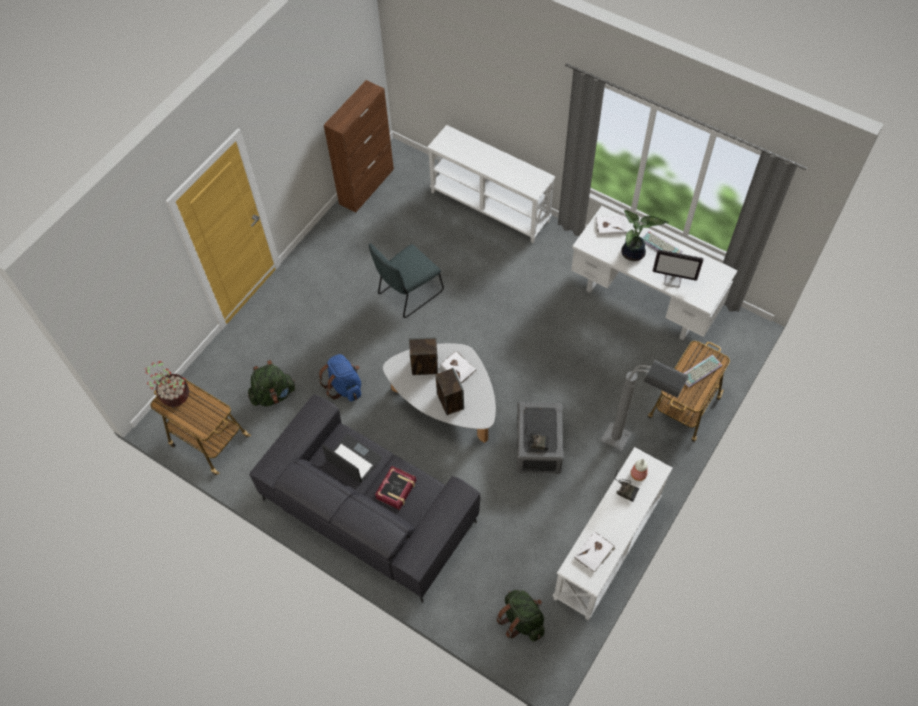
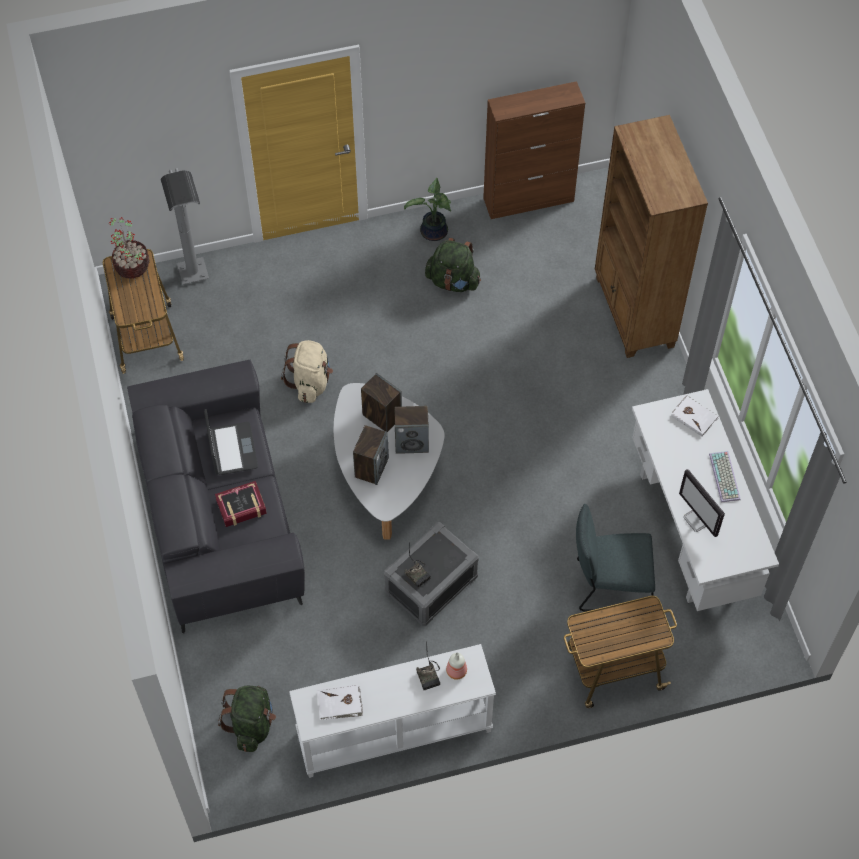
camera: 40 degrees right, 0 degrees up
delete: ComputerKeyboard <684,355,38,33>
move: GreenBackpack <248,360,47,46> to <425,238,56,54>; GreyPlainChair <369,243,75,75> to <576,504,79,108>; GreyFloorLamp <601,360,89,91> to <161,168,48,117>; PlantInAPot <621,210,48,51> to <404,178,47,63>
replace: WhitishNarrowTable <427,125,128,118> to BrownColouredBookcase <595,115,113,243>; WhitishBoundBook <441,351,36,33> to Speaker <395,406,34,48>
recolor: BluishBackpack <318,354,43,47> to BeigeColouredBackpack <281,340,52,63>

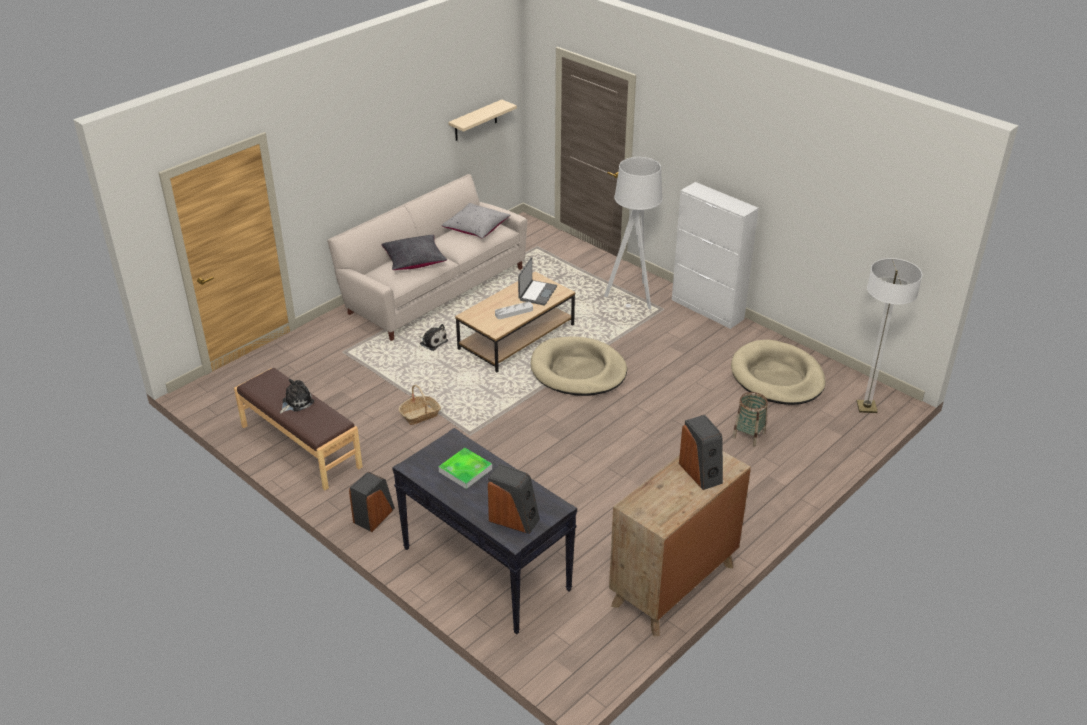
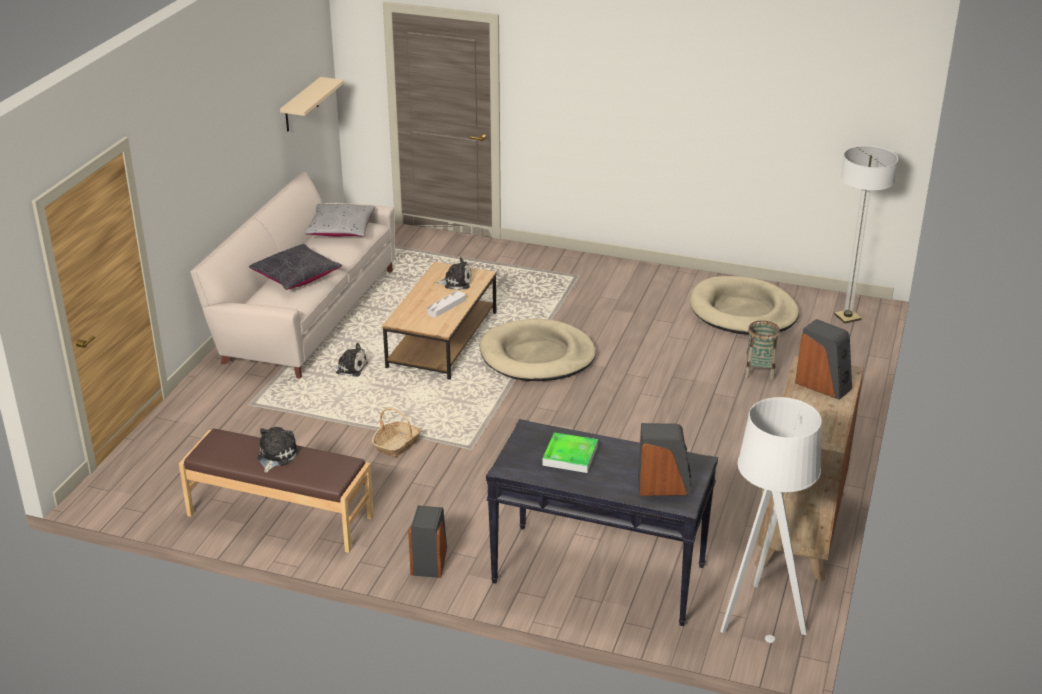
camera: 25 degrees left, 5 degrees down
delete: WhitishStorageCabinet <672,182,87,147>
move: GreyFloorLamp <604,157,59,152> to <720,397,102,246>
replace: NotebookComputer <518,258,39,48> to CuddlyToy <434,257,38,33>

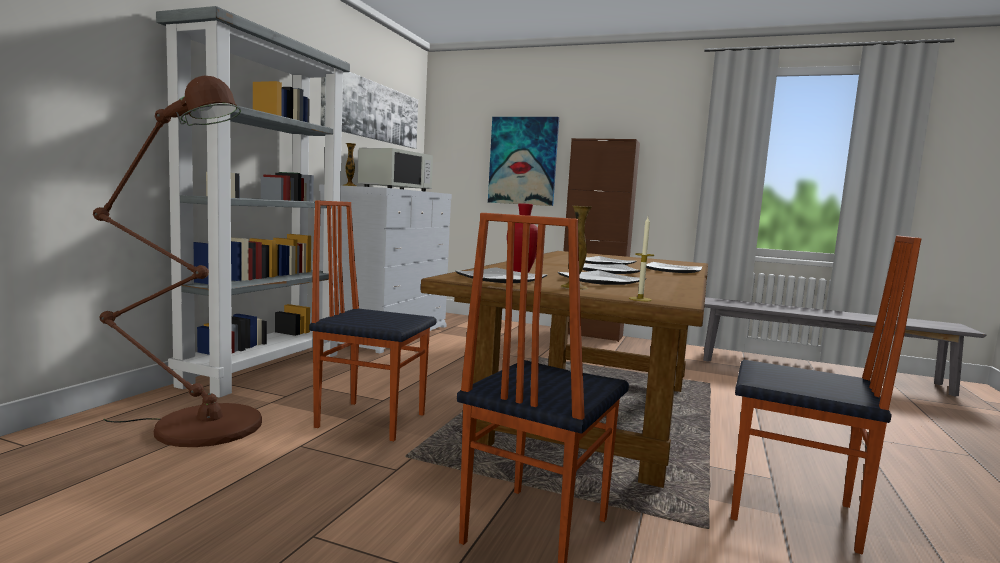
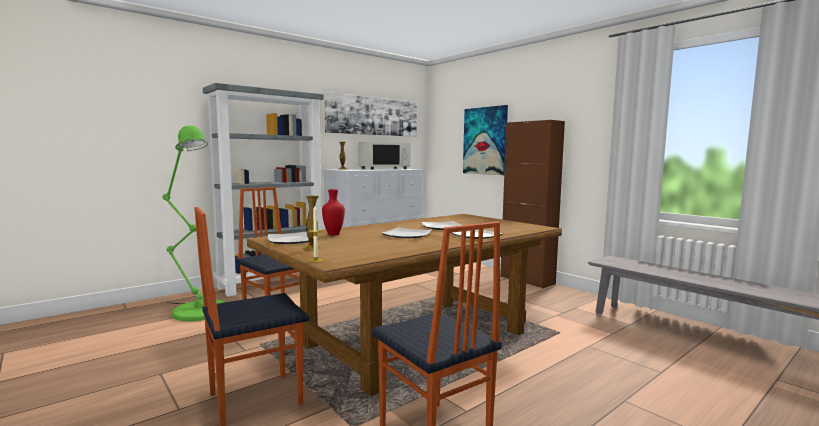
camera: 30 degrees right, 0 degrees up
delete: FlatDish <558,270,88,15>
recolor: BrownColouredFloorLamp <93,76,169,371> to GreenFloorLamp <163,125,62,196>

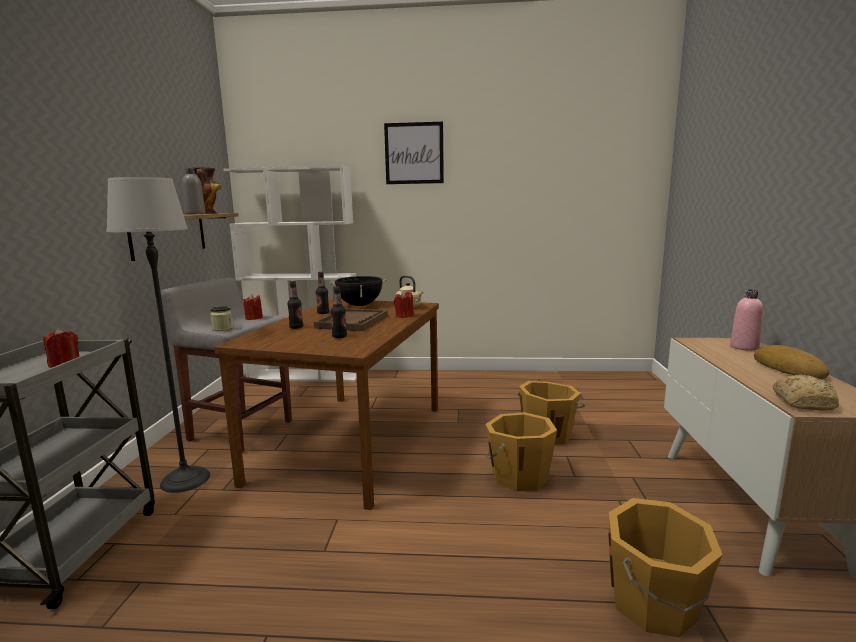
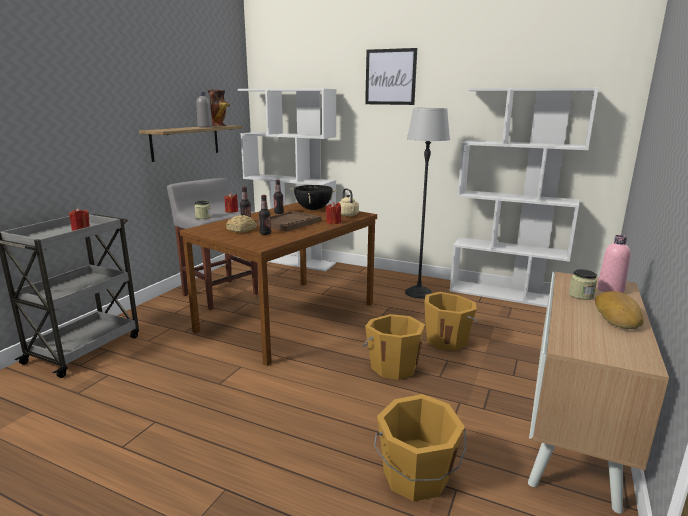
camera: 20 degrees right, 5 degrees up
insert: WhitishBookcase <450,88,149,219>; Jar <569,269,28,31>
move: FloorLamp <107,177,103,316> to <405,108,45,191>; Bread <773,374,66,36> to <226,215,31,18>

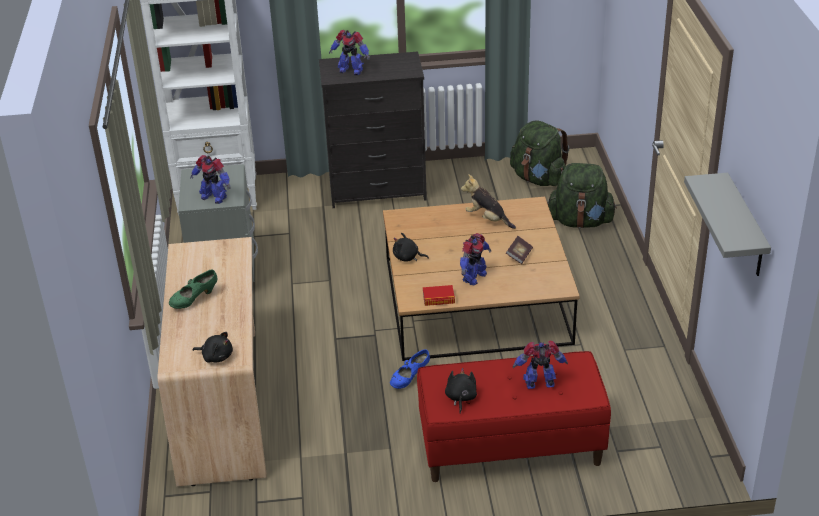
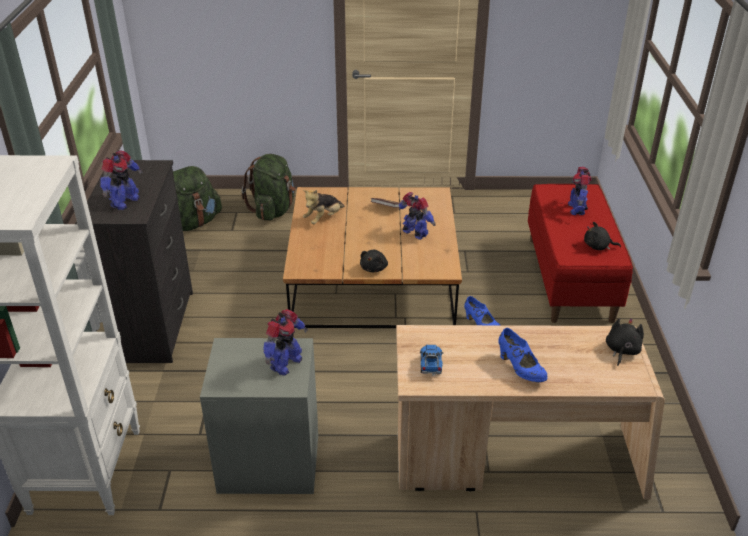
camera: 85 degrees left, 0 degrees up
delete: BoundBook <423,285,32,21>; GreyShelf <684,173,87,103>
insert: ToyLorry <420,345,23,30>
recolor: GreenLowShoe <169,269,48,40> to BluishLowShoe <498,328,49,54>

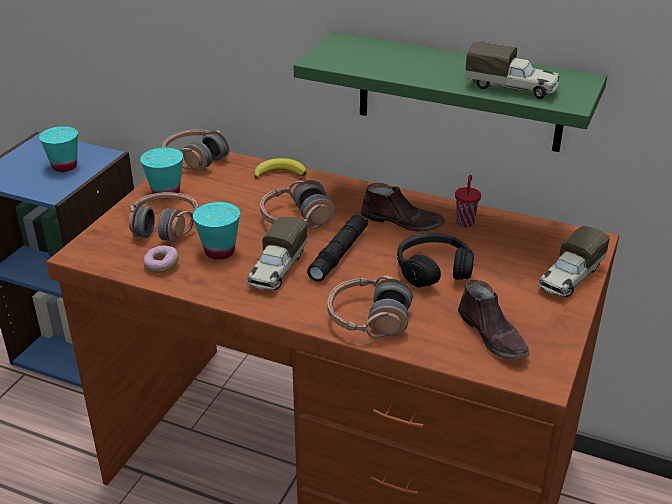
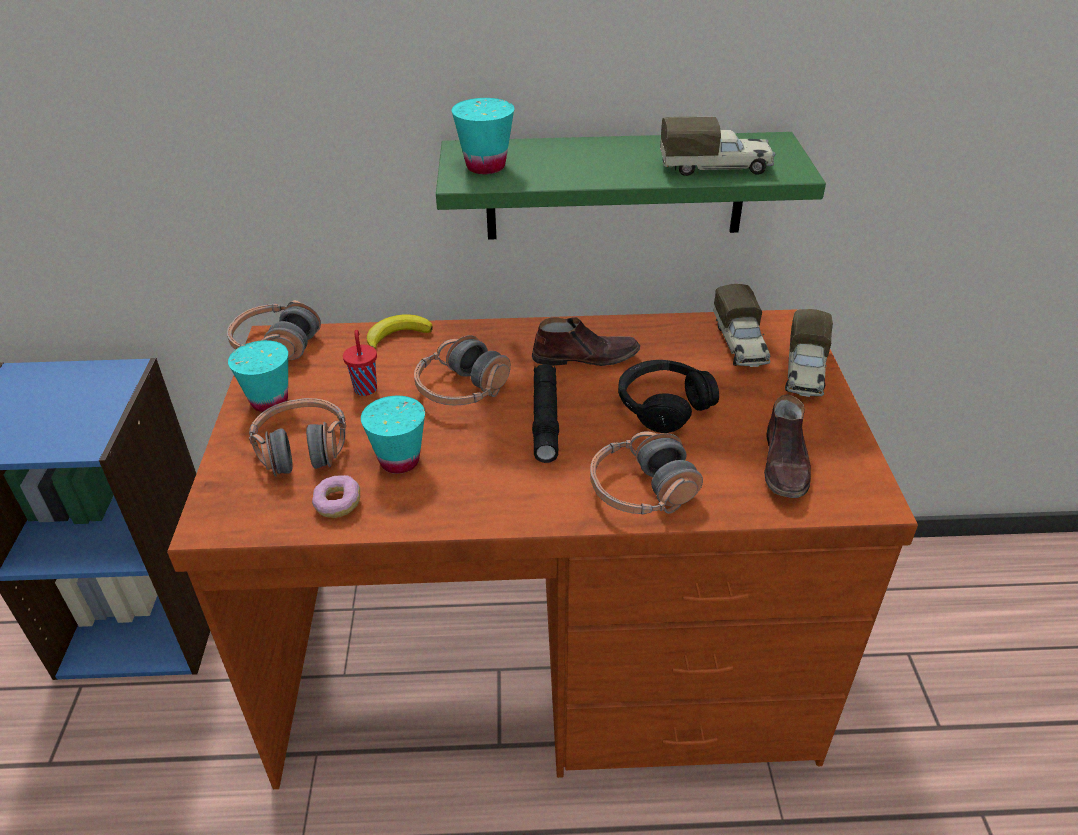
camera: 25 degrees left, 5 degrees up
move: BlueGreenSmallCup <39,126,39,46> to <452,98,62,76>; ToyLorry <247,216,60,74> to <713,284,58,83>; RedColouredSmallCup <455,175,26,52> to <343,330,34,66>
rotate: BrownColouredLowShoe <458,279,72,81> = <764,394,47,104> 60 degrees clockwise

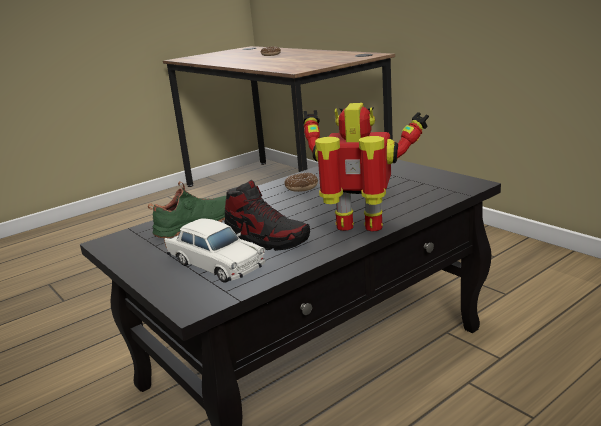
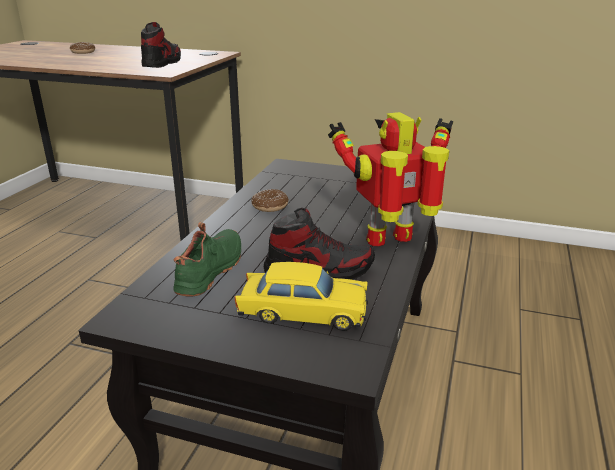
camera: 35 degrees left, 5 degrees up
insert: LowShoe <141,22,40,46>
recolor: WhitishToyCar <164,218,102,65> to YellowishToyCar <234,262,134,69>

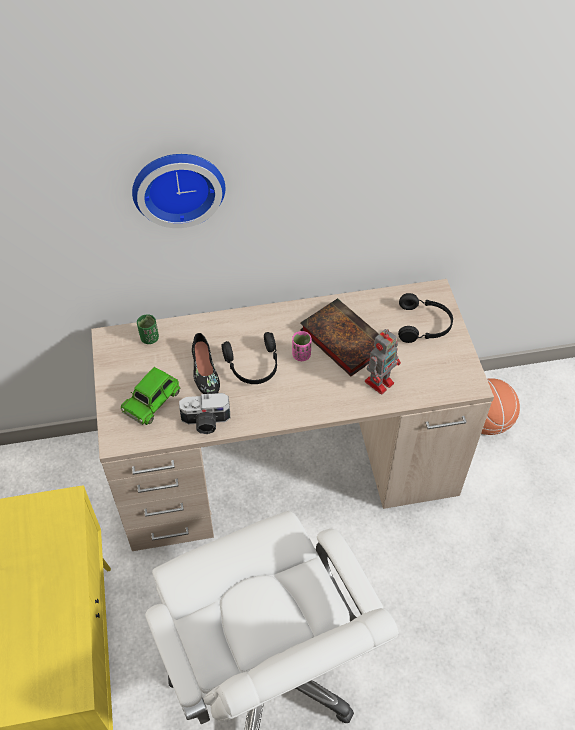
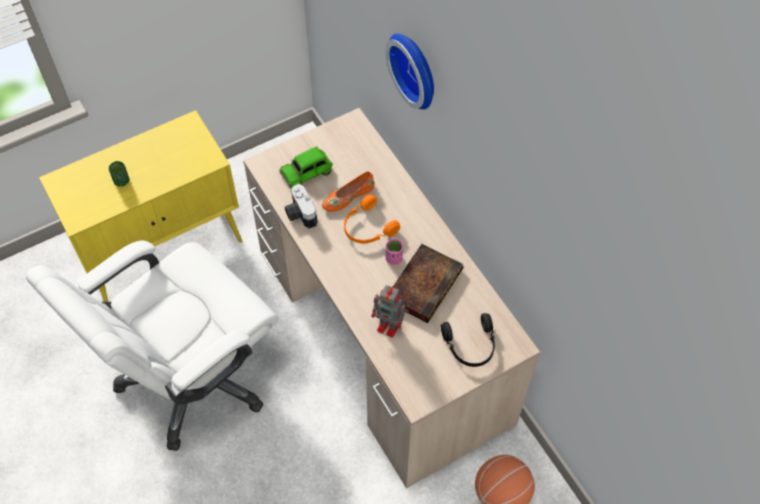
camera: 70 degrees right, 5 degrees up
move: GreenSmallCup <137,314,22,30> to <109,161,20,26>
recolor: BlackLowShoe <192,333,28,61> to OrangeLowShoe <322,171,53,41>; BlackHeadset <221,332,56,52> to OrangeHeadset <344,194,56,49>
rotate: GreenToyCar <121,367,59,58> = <279,146,54,42> 45 degrees counterclockwise

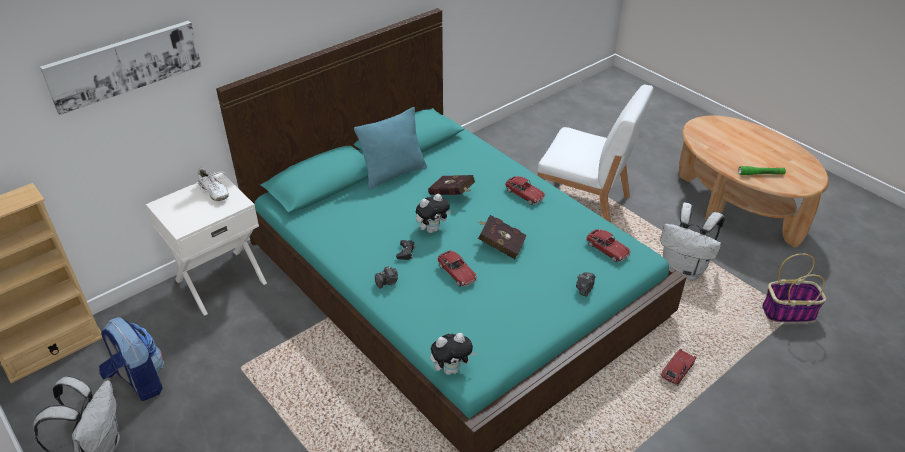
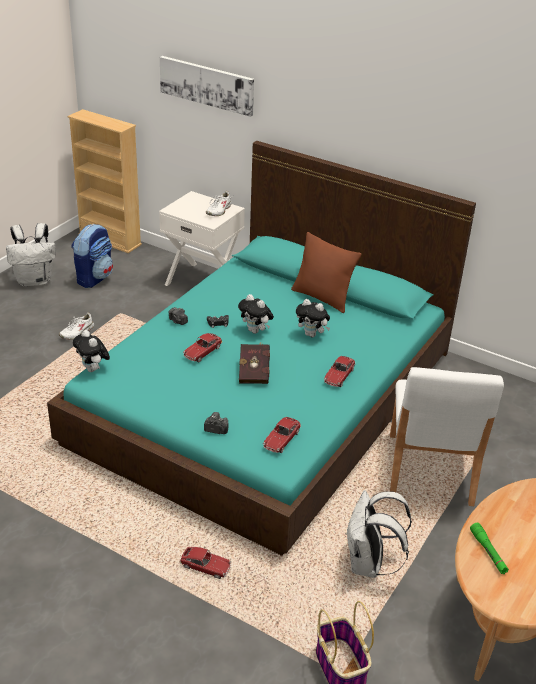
camera: 70 degrees right, 5 degrees down
insert: WhitishLowShoe <59,313,35,26>
replace: RedColouredBoundBook <428,175,47,20> to CuddlyToy <296,299,34,38>
recolor: BlueGreenThrowPillow <354,107,73,83> to BrownColouredThrowPillow <291,232,70,81>

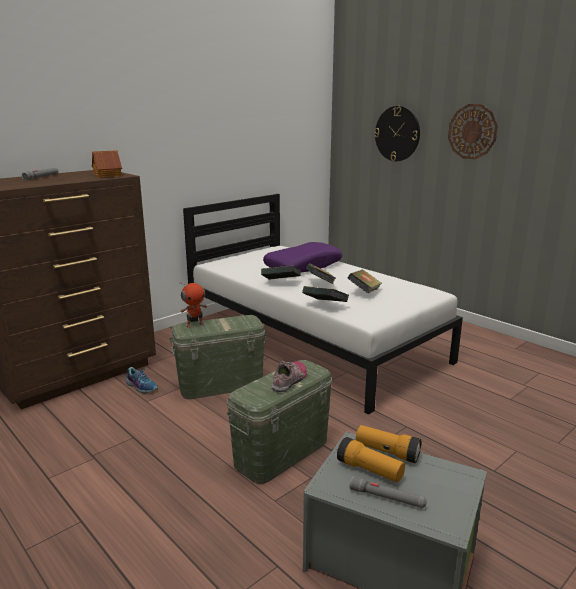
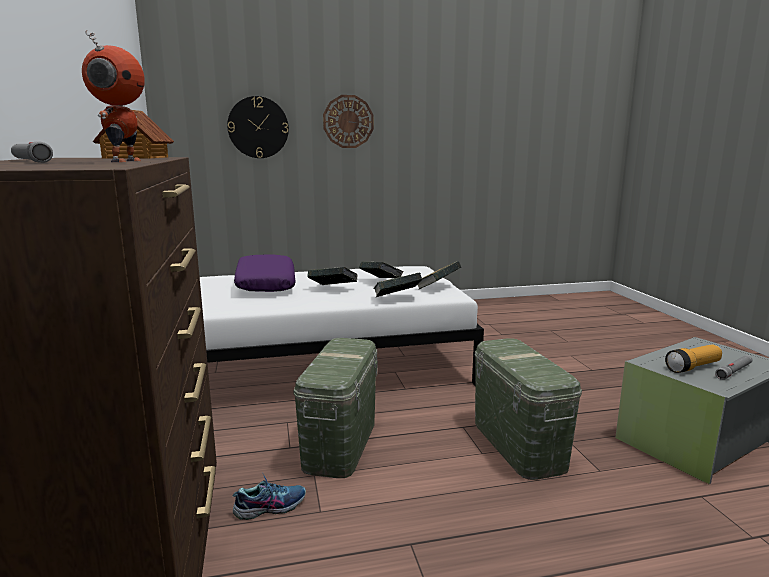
camera: 60 degrees left, 5 degrees down
delete: LowShoe <272,361,35,31>; Torch <356,425,65,38>
move: RobotFigure <180,281,27,47> to <82,30,63,132>; BoundBook <261,266,40,14> to <417,261,44,28>

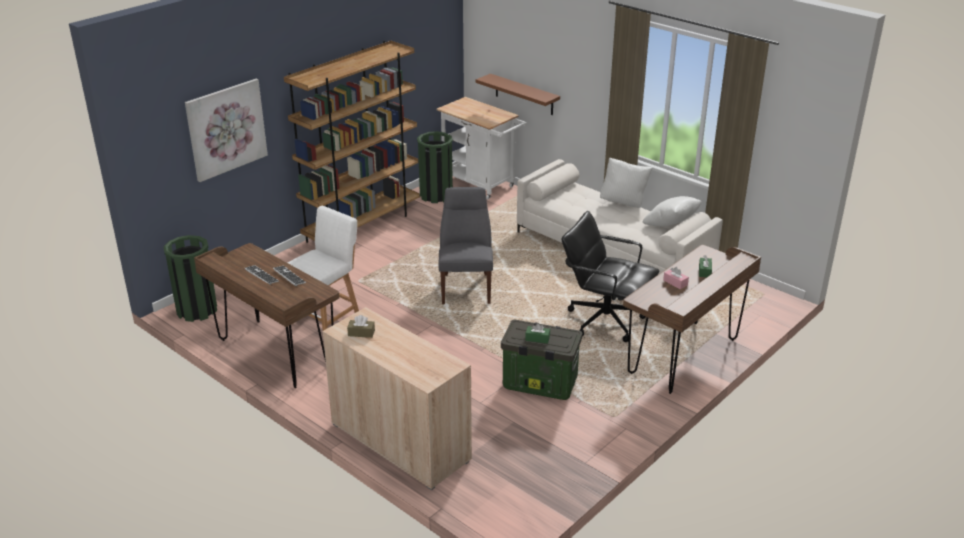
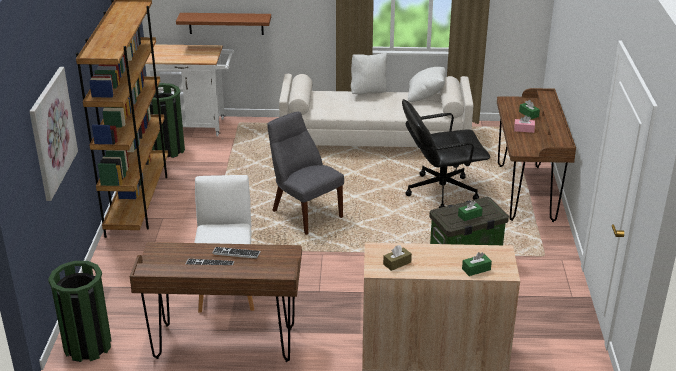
camera: 40 degrees left, 0 degrees up
insert: GreenTissueHolder <462,252,30,24>

